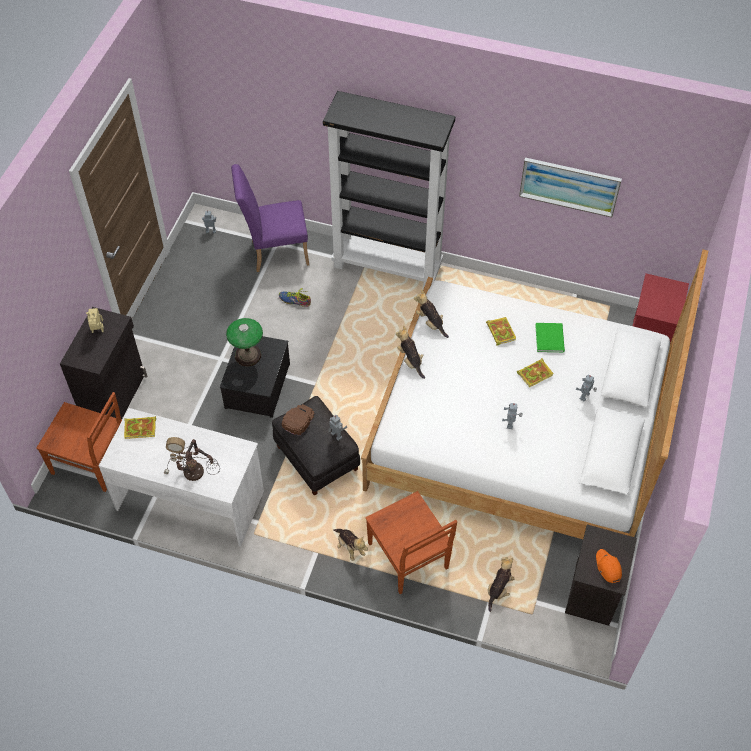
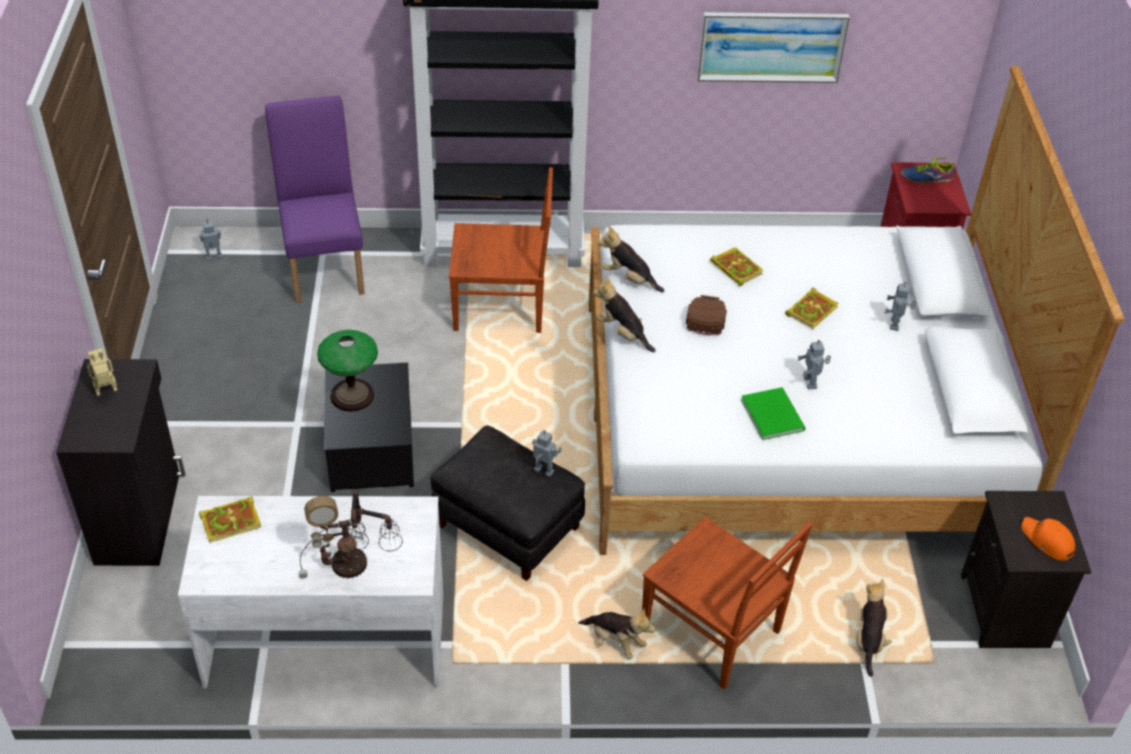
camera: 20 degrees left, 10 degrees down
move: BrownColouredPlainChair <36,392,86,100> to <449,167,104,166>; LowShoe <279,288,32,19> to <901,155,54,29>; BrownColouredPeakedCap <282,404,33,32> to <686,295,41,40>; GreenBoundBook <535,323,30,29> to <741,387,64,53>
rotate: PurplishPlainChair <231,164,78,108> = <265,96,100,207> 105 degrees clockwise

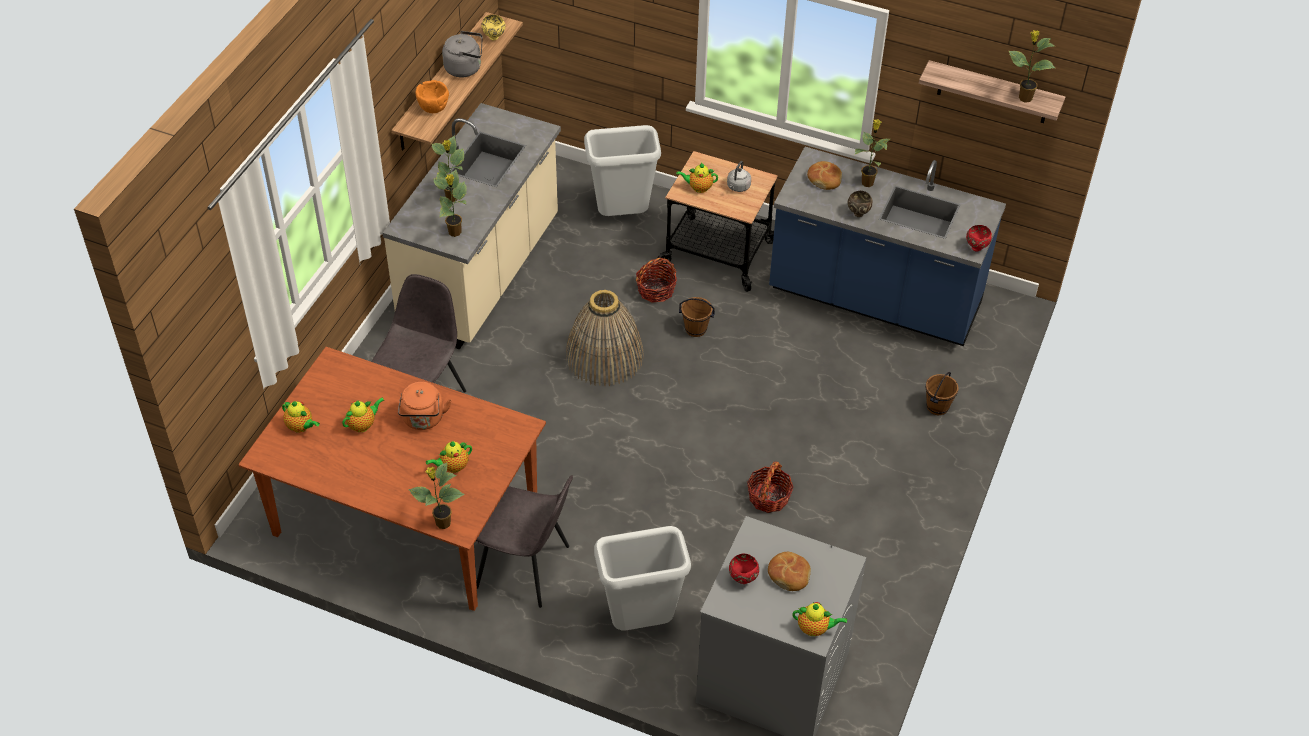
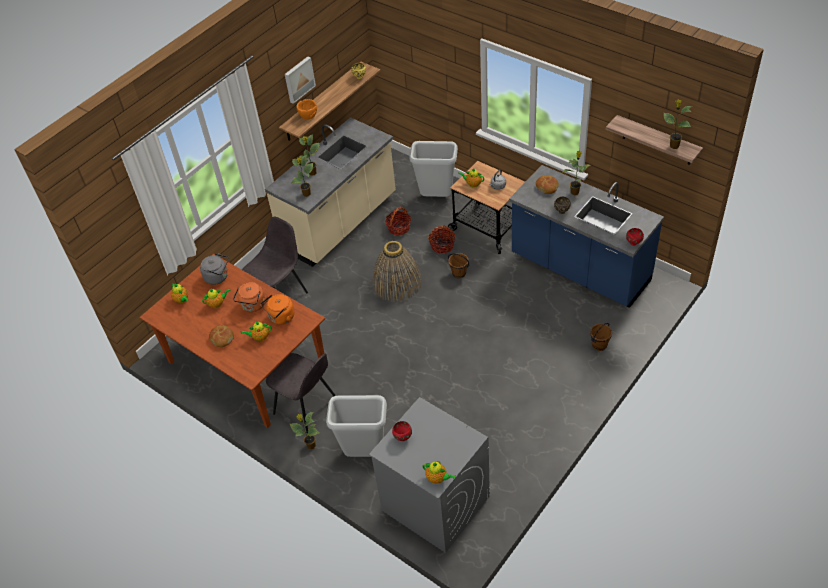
camera: 20 degrees right, 0 degrees up
insert: OrangeKettle <260,294,35,31>; WallArt <285,57,31,47>
move: PlantInAPot <408,463,57,66> to <290,412,29,37>; GreyKettle <442,31,41,47> to <200,253,29,32>; StorageBasket <747,461,46,52> to <385,206,26,29>; Bread <768,552,43,39> to <209,325,25,22>

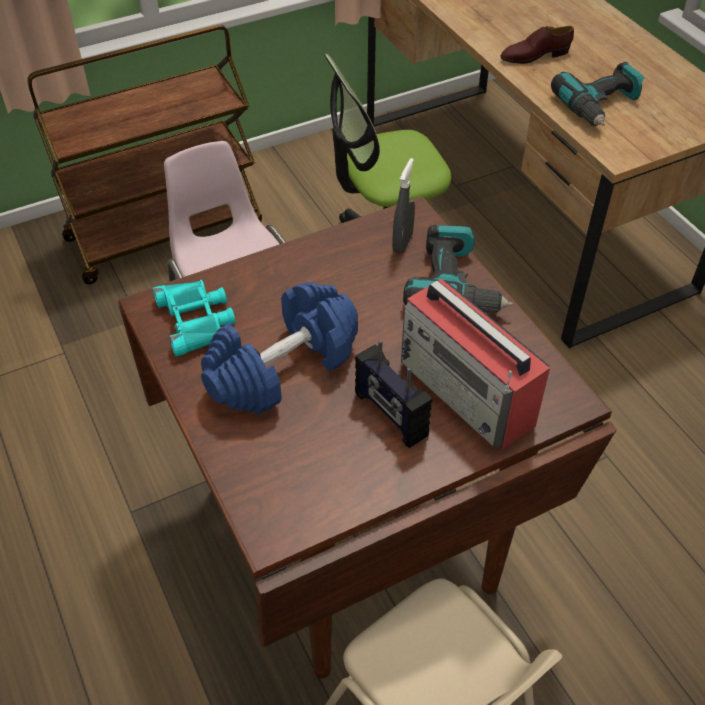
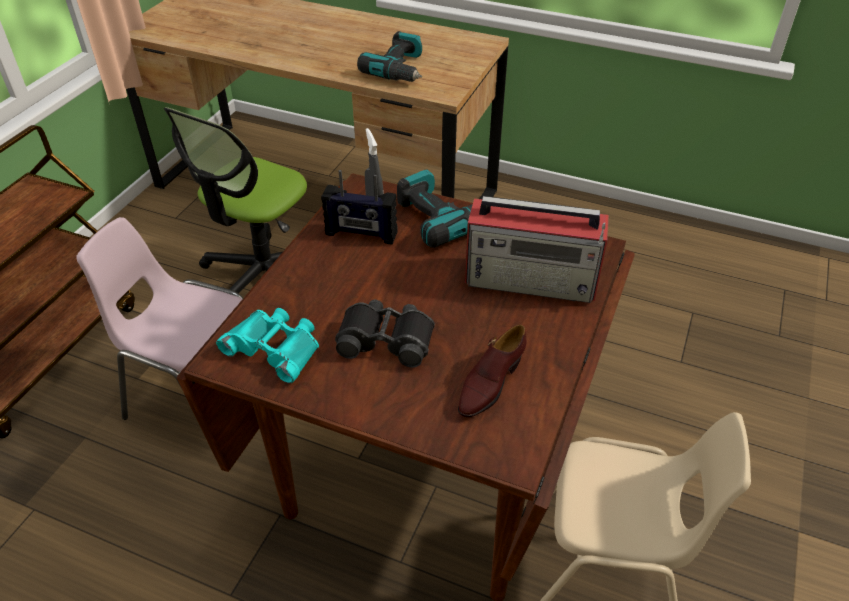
camera: 40 degrees left, 5 degrees down
move: RadioSet <355,340,77,108> to <321,170,77,74>; BrownColouredLowShoe <500,26,74,38> to <458,325,69,93>
replace: BluishFreeWeight <201,282,157,133> to BlackBinoculars <335,300,100,68>

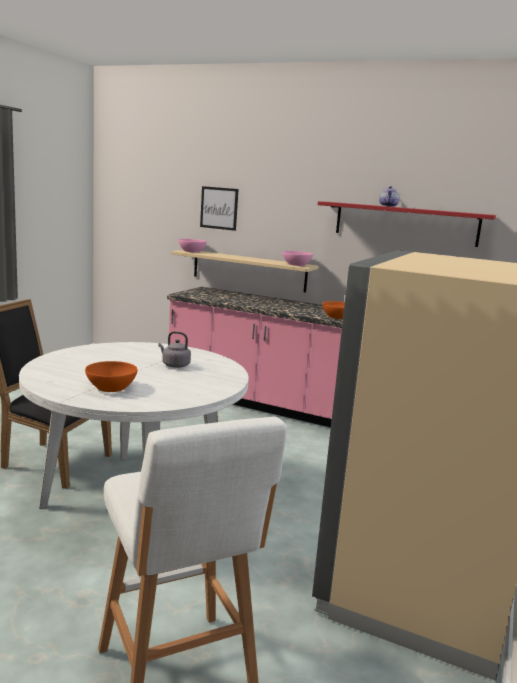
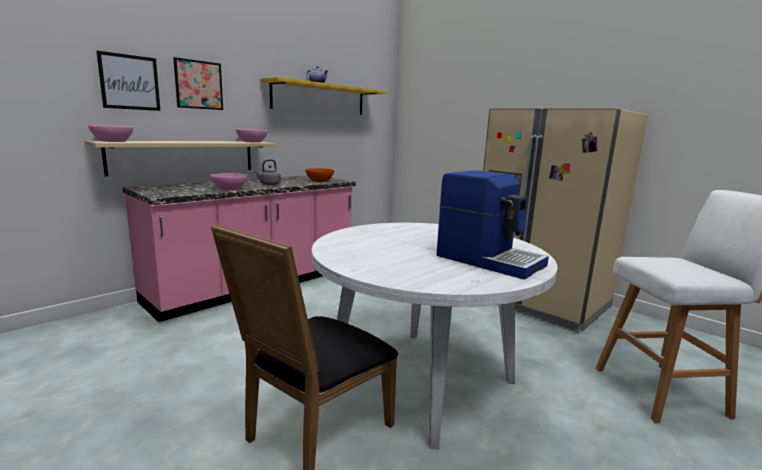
camera: 70 degrees left, 0 degrees up
insert: WallArt <173,57,50,53>; PinkishBowl <211,173,36,17>
move: GreyKettle <158,331,33,37> to <255,159,26,26>
replace: OrangeBowl <85,361,53,31> to CoffeeMachine <436,170,113,110>
recolor: RedColouredShelf <318,201,178,46> to YellowishShelf <260,77,127,38>

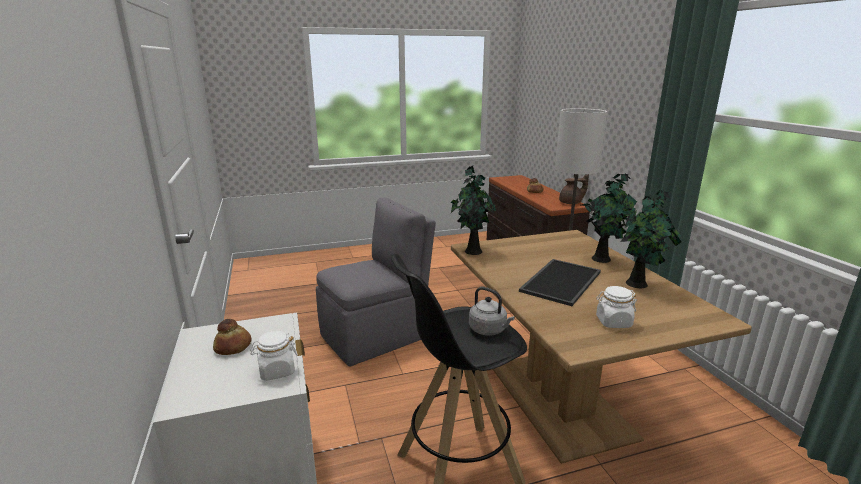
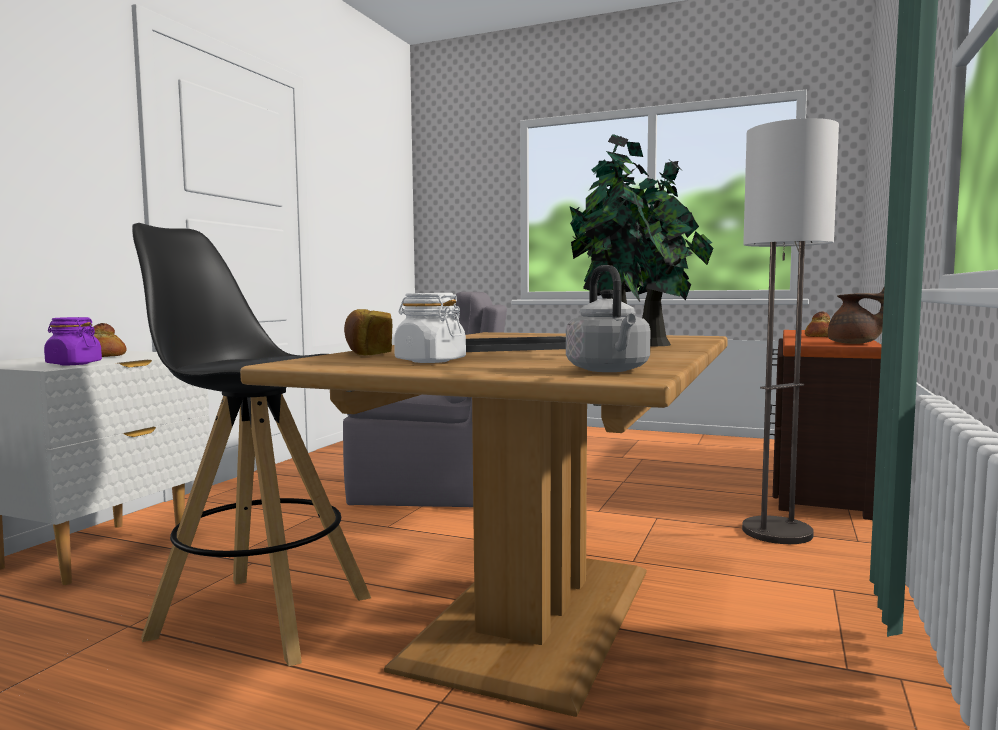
camera: 40 degrees right, 15 degrees down
delete: PlantInAPot <450,166,46,89>
insert: Bread <344,309,48,46>
move: GreyKettle <469,287,46,49> to <566,265,85,107>
recolor: WhitishJar <250,331,48,50> to PurplishJar <44,317,58,48>

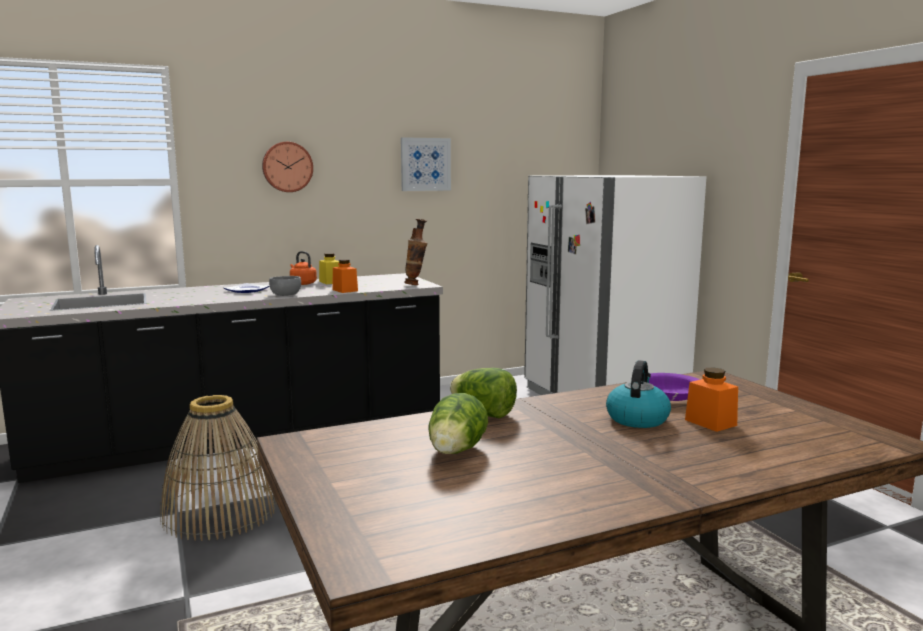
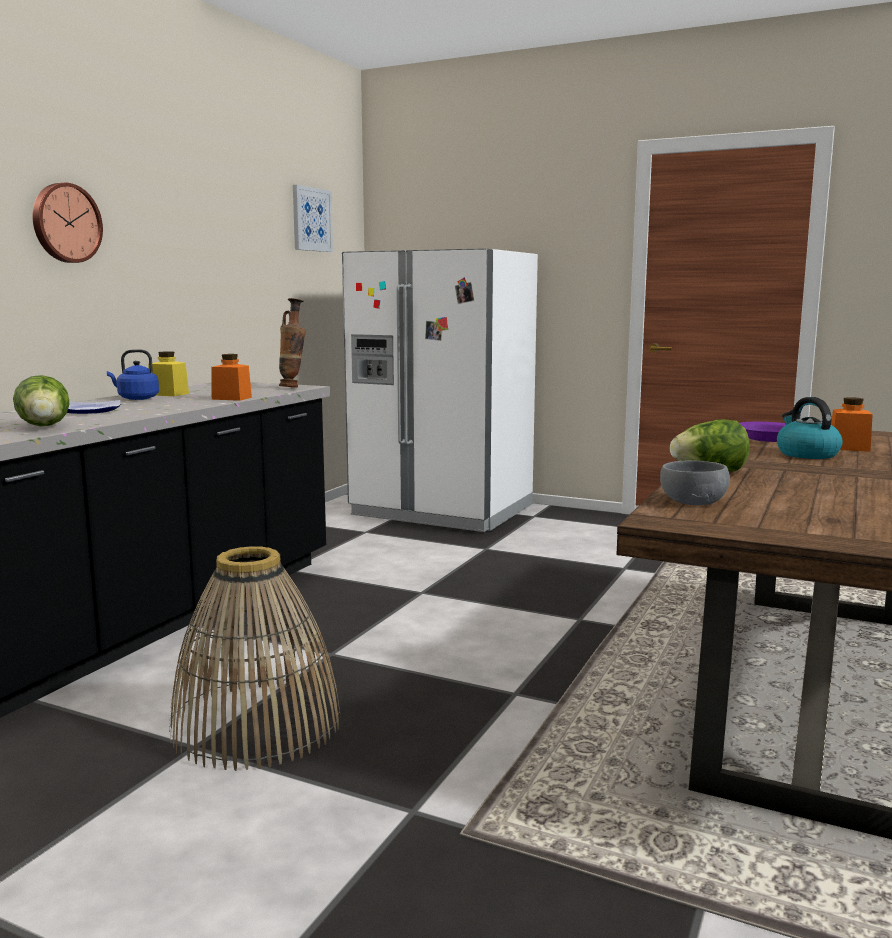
camera: 40 degrees left, 0 degrees up
move: GreyBowl <269,276,32,20> to <660,460,70,45>; WallArt <401,137,50,54> to <293,185,40,67>; LettuceHead <428,393,60,61> to <13,375,57,51>
recolor: OrangeKettle <290,251,27,34> to BluishKettle <107,349,52,51>

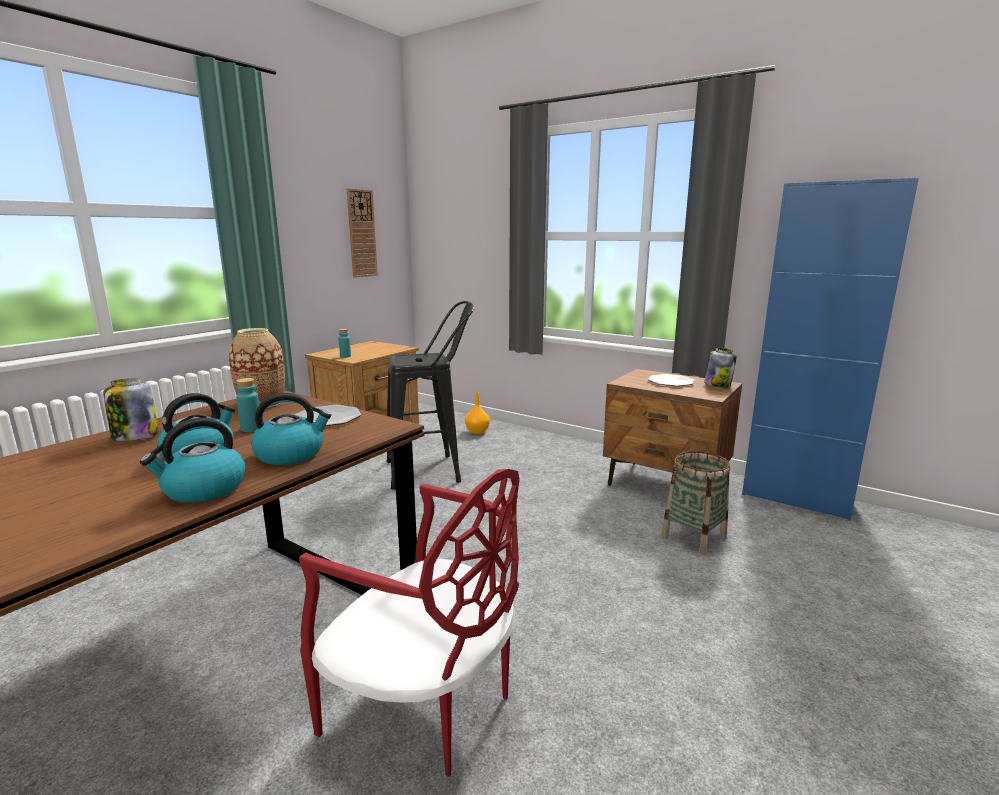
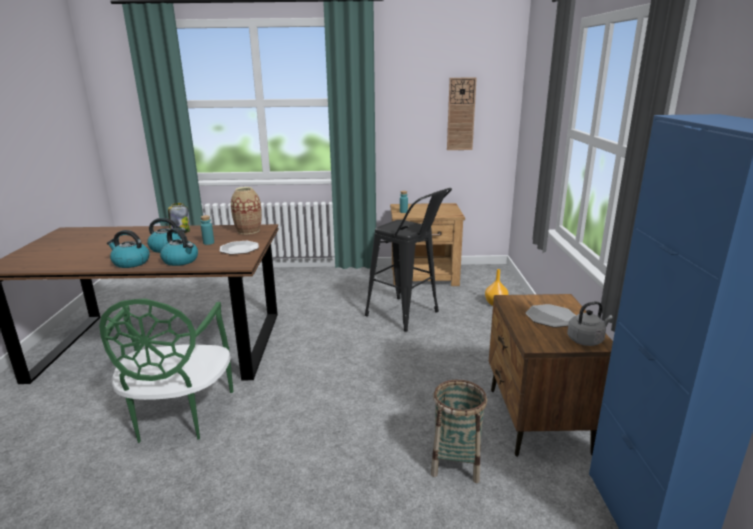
camera: 55 degrees right, 5 degrees up
replace: Jar <704,348,33,39> to GreyKettle <567,301,46,45>
recolor: RedColouredPlainChair <299,469,221,308> to GreenPlainChair <99,298,134,145>

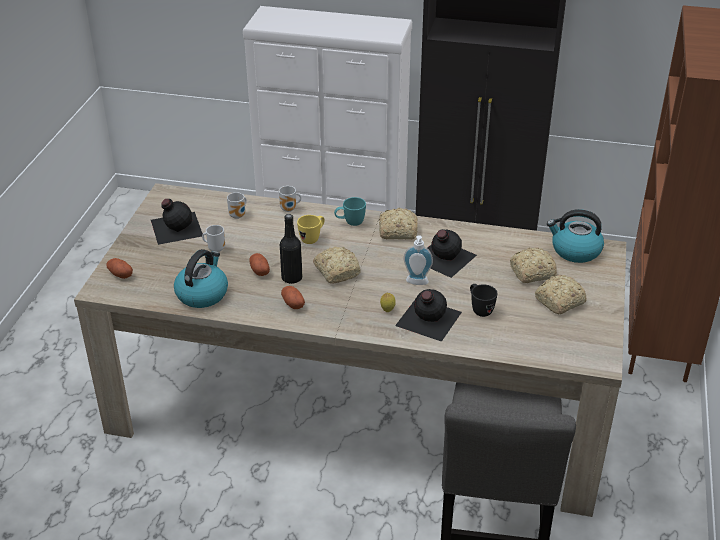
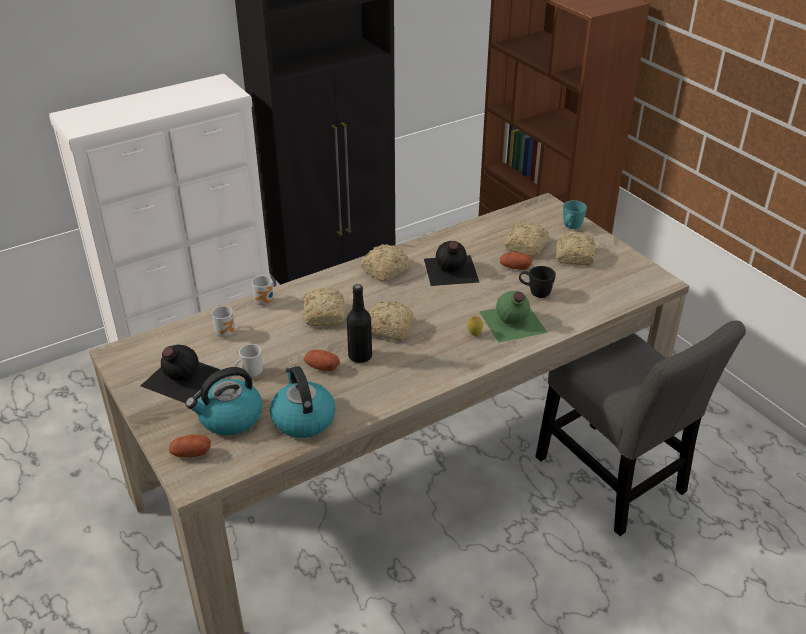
camera: 45 degrees left, 0 degrees up
delete: LiquidSoapBottle <403,235,30,50>
move: Spud <281,286,24,23> to <500,252,32,18>; BlueGreenCoffeeMug <334,197,32,29> to <563,200,24,29>; Kettle <547,209,57,54> to <186,367,76,68>
replace: YellowishCoffeeMug <297,215,28,29> to Bread <303,288,42,38>
recolor: BlackBeverageBottle <395,289,67,53> to GreenBeverageBottle <480,291,68,52>

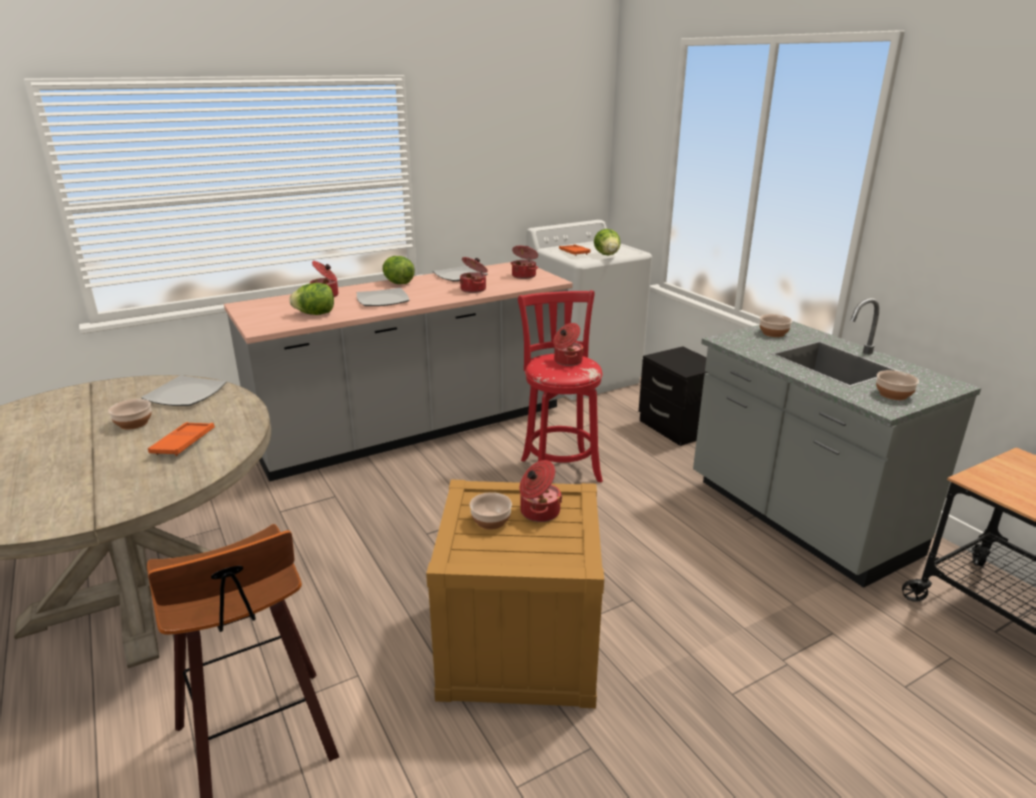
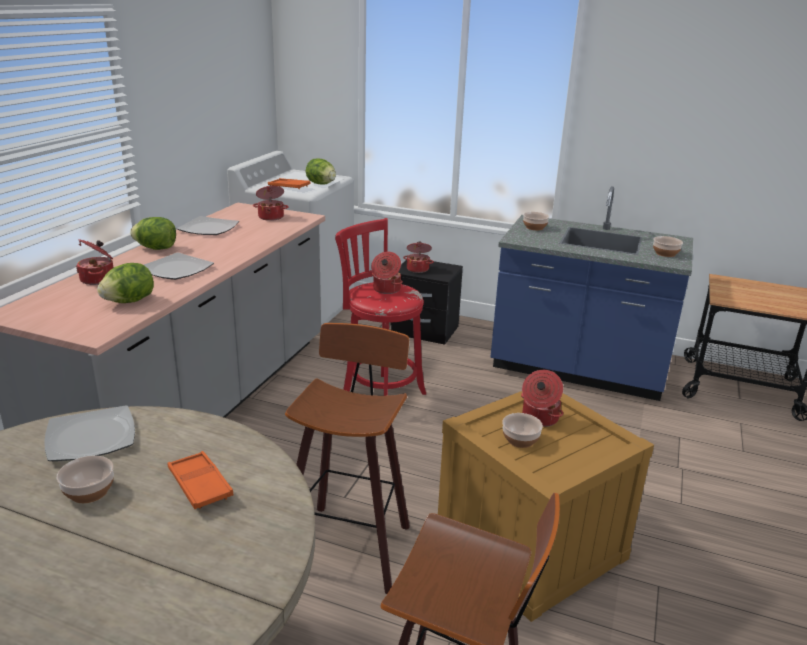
camera: 40 degrees left, 0 degrees up
insert: SittingStool <285,323,125,271>
move: Saucepot <460,257,27,36> to <403,242,31,31>
recolor: GreyKitchenCounter <693,298,288,290> to BluishKitchenCounter <491,186,202,215>

